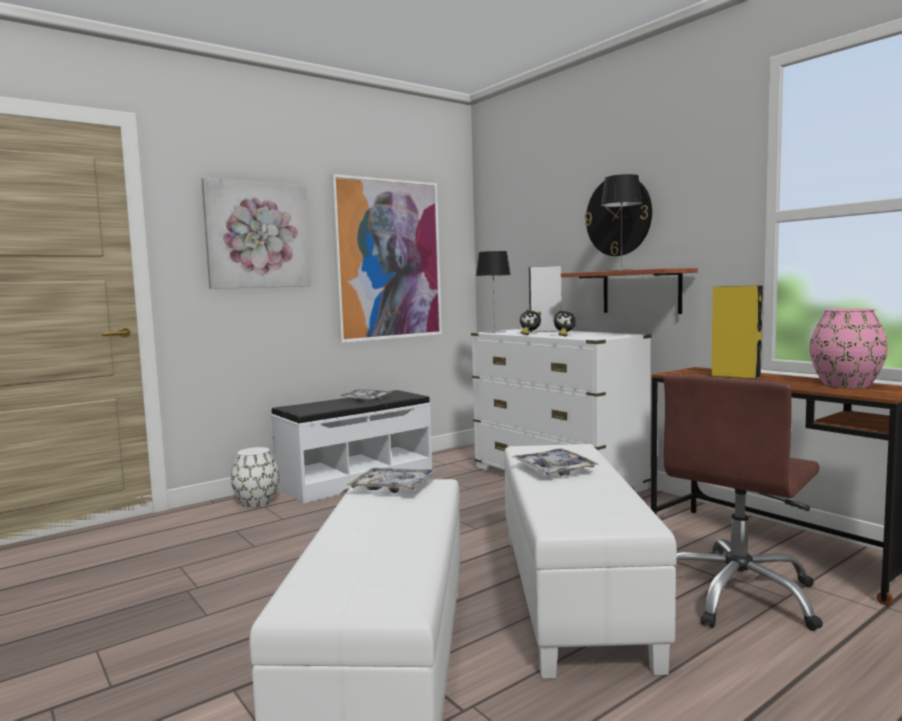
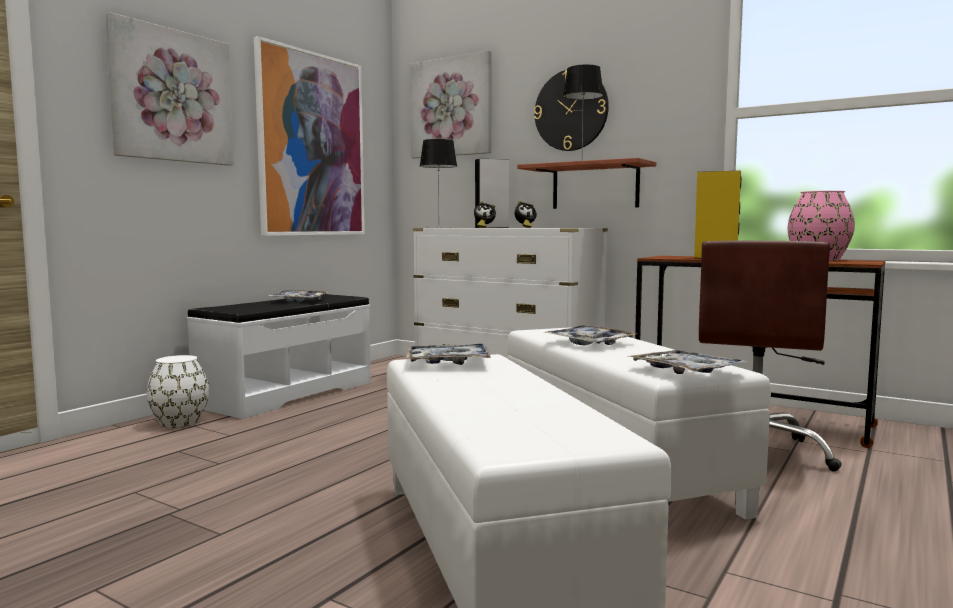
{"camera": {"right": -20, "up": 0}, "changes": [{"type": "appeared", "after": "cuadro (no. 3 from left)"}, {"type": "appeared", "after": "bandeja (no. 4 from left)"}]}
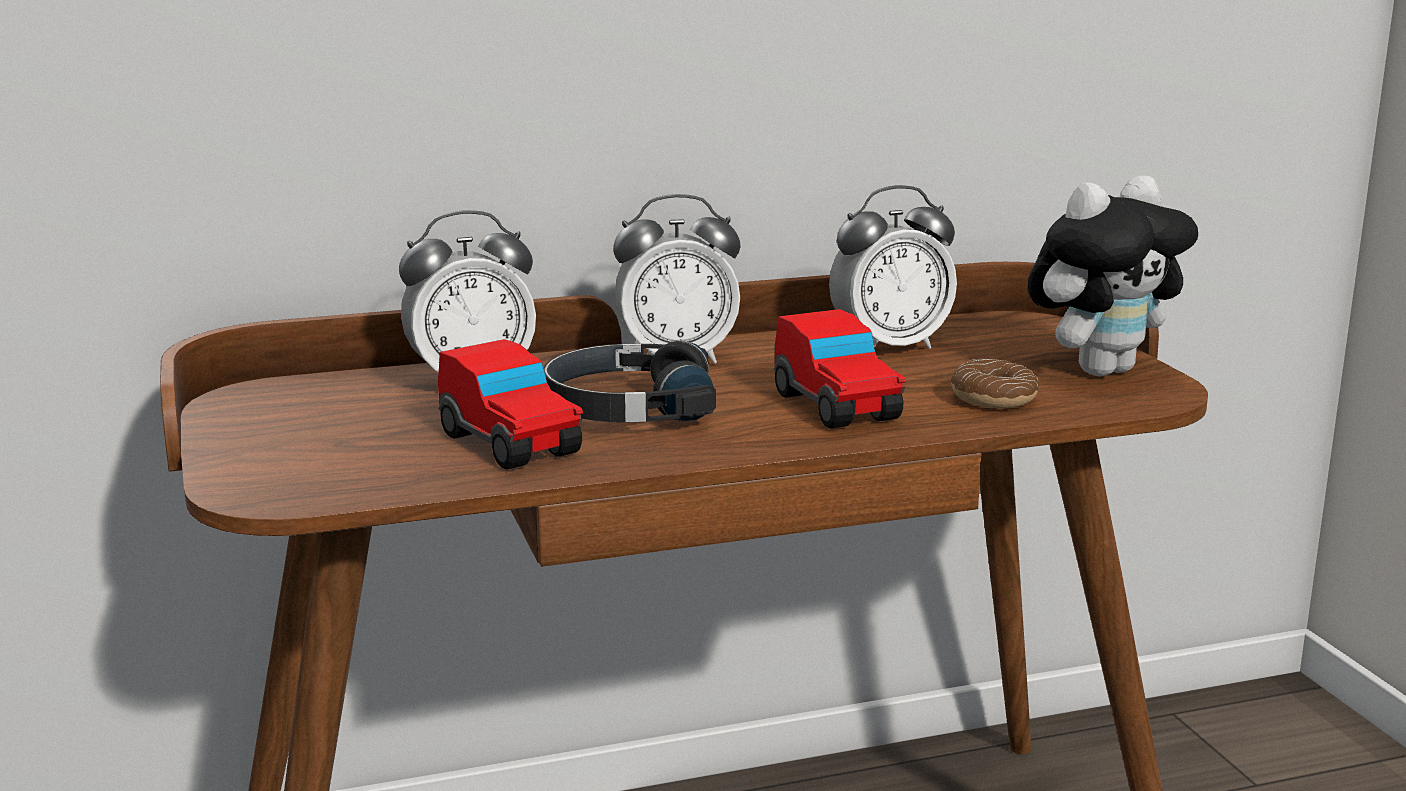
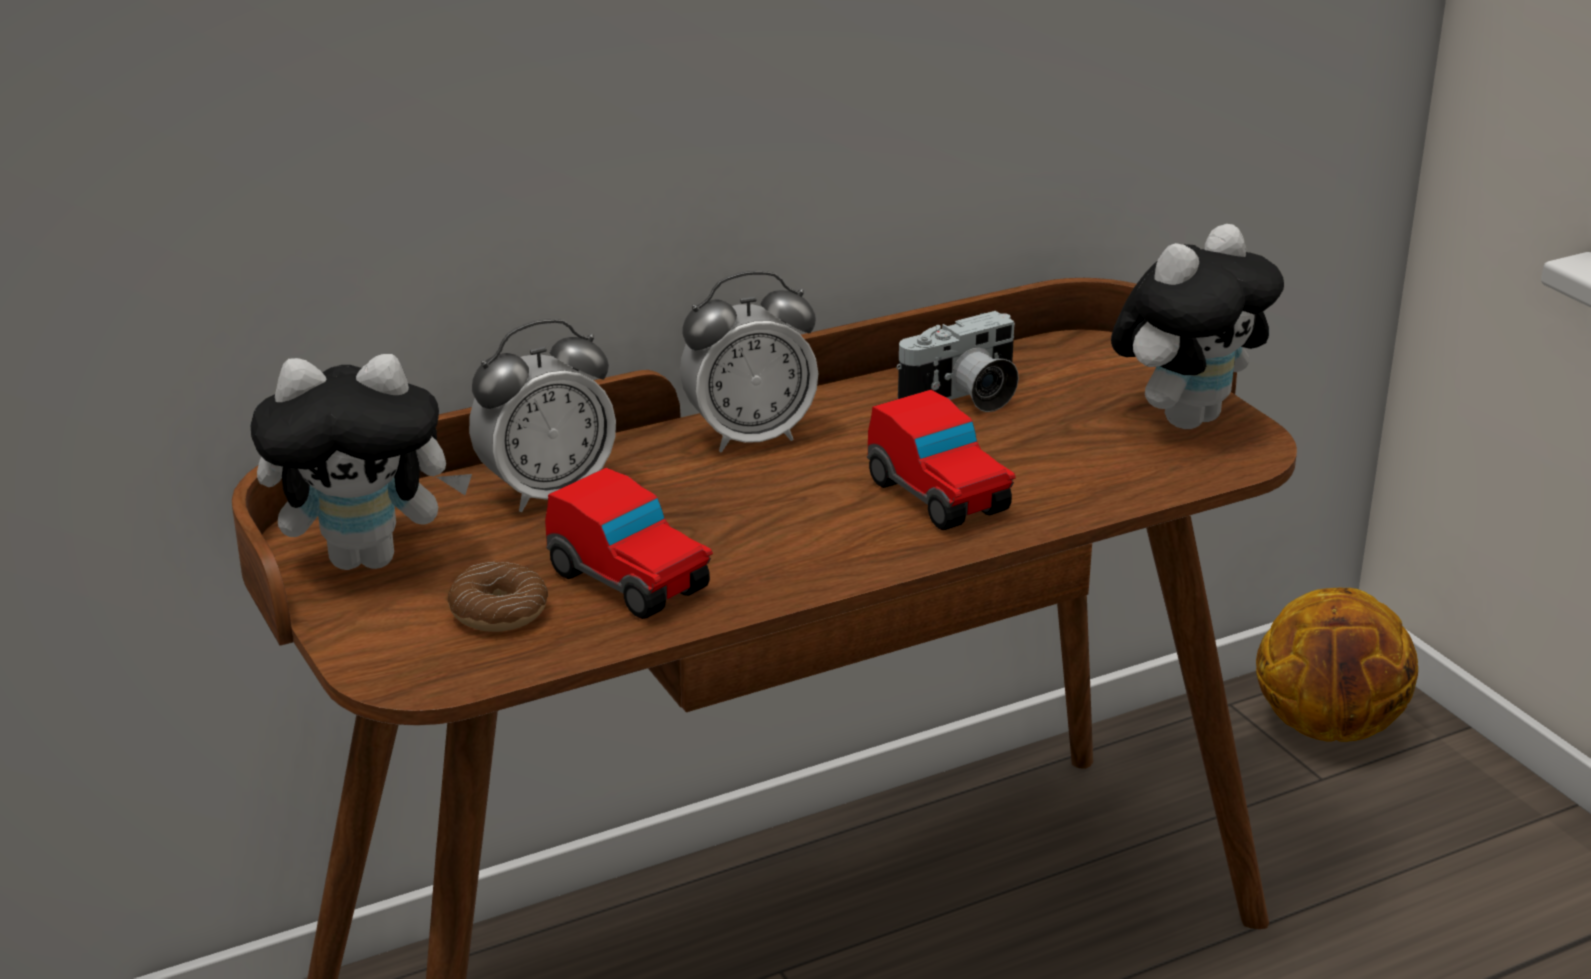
{"camera": {"right": -10, "up": 10}, "changes": [{"type": "exchanged", "before": "despertador (no. 3 from left)", "after": "cámara"}, {"type": "missing", "before": "auriculares/negro"}, {"type": "relocated", "before": "rosquilla"}, {"type": "appeared", "after": "peluche (no. 1 from left)"}, {"type": "appeared", "after": "balón de baloncesto"}]}
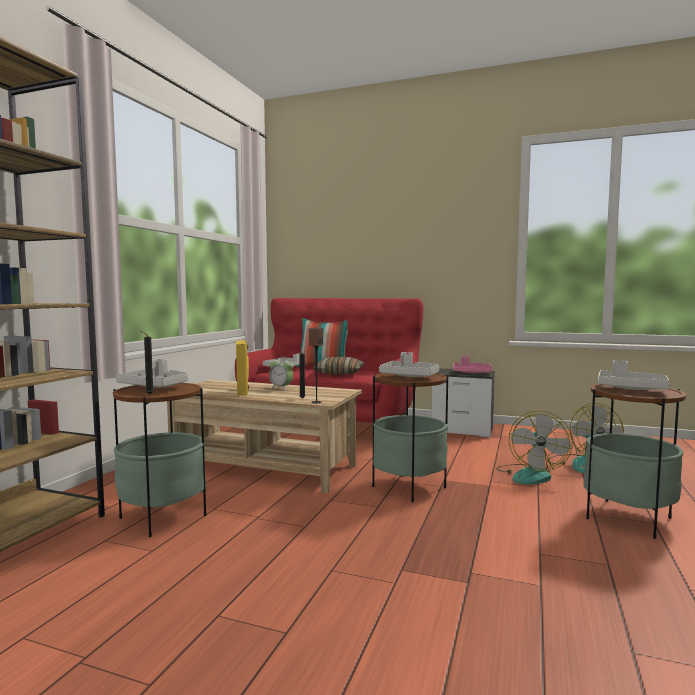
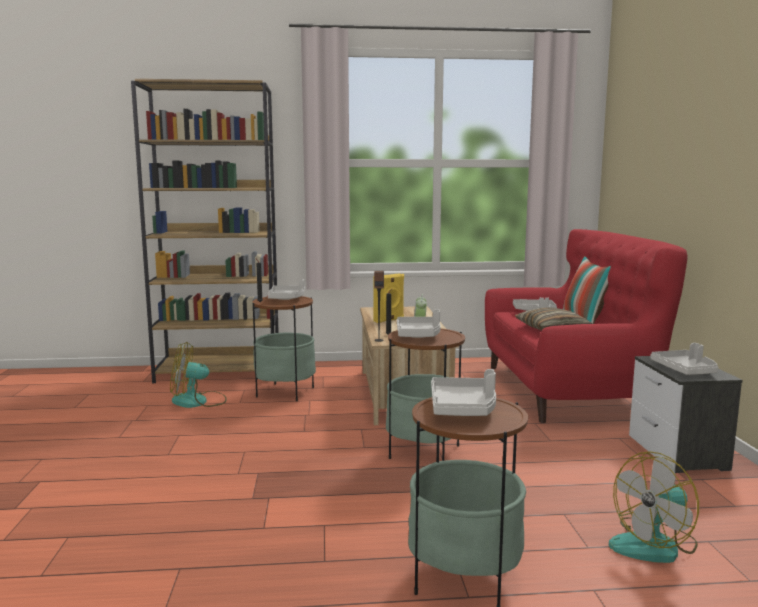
{"camera": {"right": 65, "up": 5}, "changes": [{"type": "colour", "before": "bandeja/rosa", "after": "bandeja/gris (no. 5 from left)"}, {"type": "relocated", "before": "ventilador (no. 1 from left)"}]}
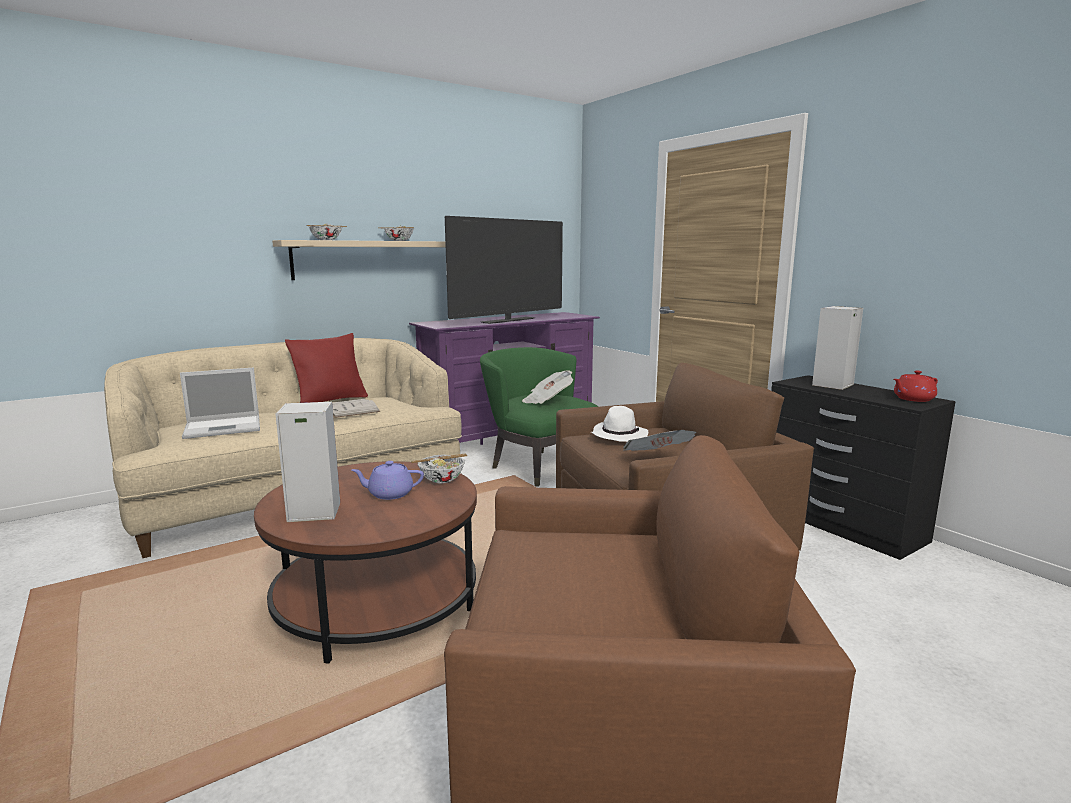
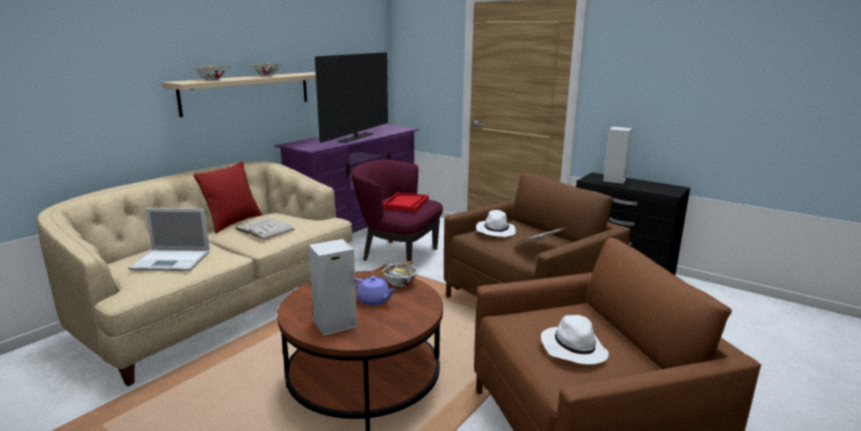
{"camera": {"right": -20, "up": 5}, "changes": [{"type": "colour", "before": "sillón/verde", "after": "sillón/morado"}, {"type": "spun", "before": "portátil", "turn": 45}, {"type": "exchanged", "before": "periódico (no. 1 from left)", "after": "bandeja/rojo"}, {"type": "missing", "before": "tetera/rojo"}, {"type": "spun", "before": "tetera/morado", "turn": -120}, {"type": "appeared", "after": "sombrero/blanco (no. 2 from left)"}]}
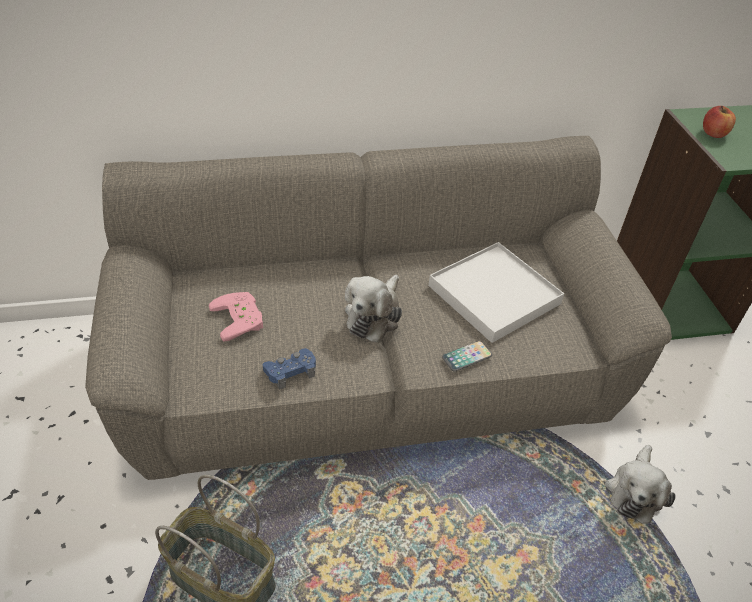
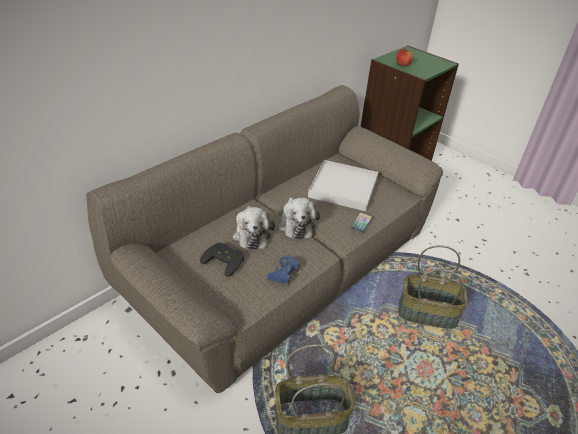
{"camera": {"right": -35, "up": -5}, "changes": [{"type": "colour", "before": "mando de consola/rosa", "after": "mando de consola/negro"}, {"type": "relocated", "before": "peluche (no. 2 from left in the first image)", "after": "peluche (no. 1 from left)"}, {"type": "appeared", "after": "cesta (no. 2 from left)"}]}
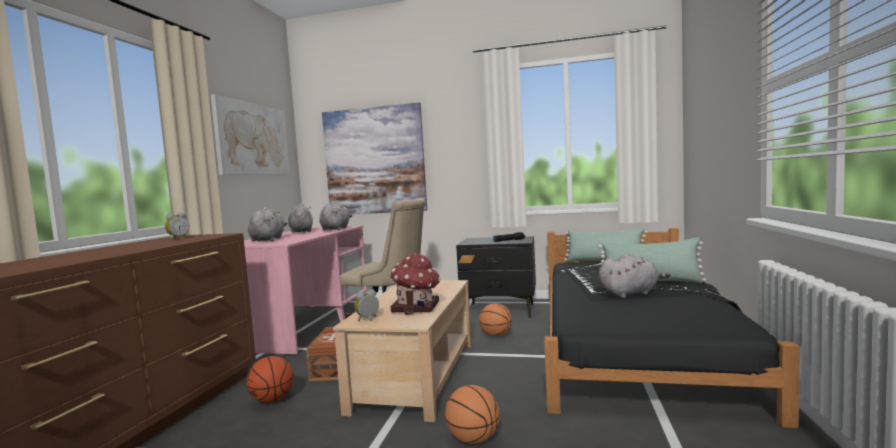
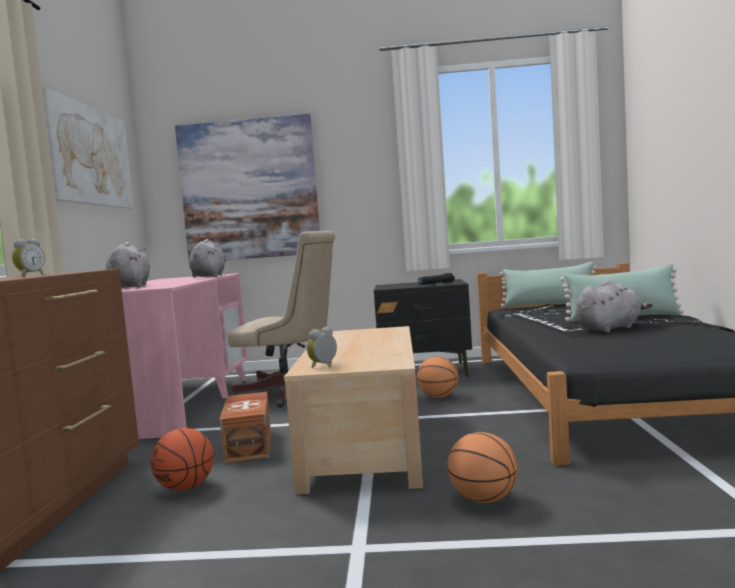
{"camera": {"right": -10, "up": 0}, "changes": [{"type": "missing", "before": "peluche/gris (no. 2 from left)"}, {"type": "missing", "before": "casita"}]}
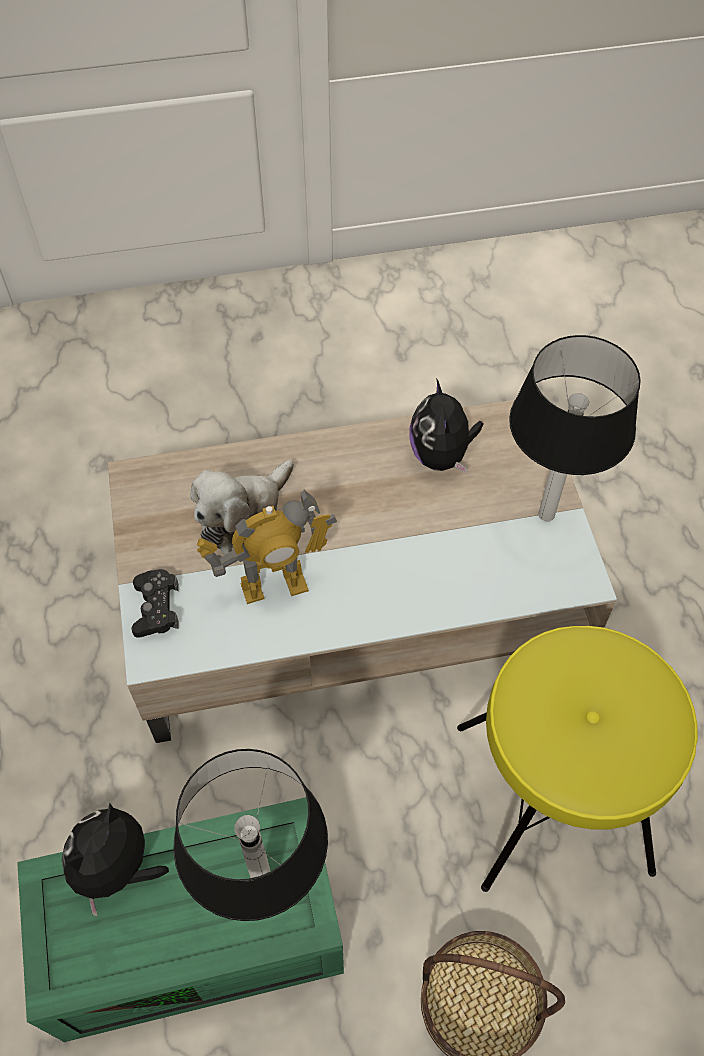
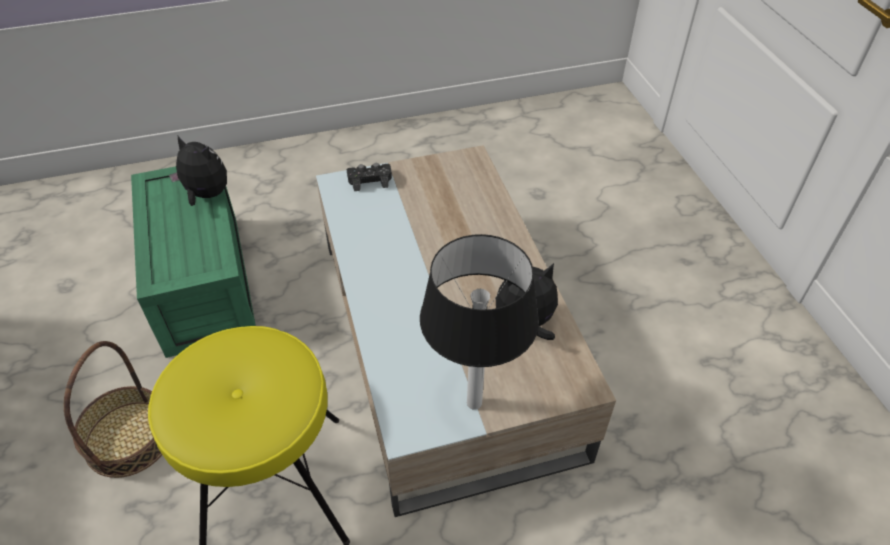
{"camera": {"right": 85, "up": -10}, "changes": [{"type": "missing", "before": "peluche (no. 2 from left)"}, {"type": "missing", "before": "robot de juguete"}, {"type": "missing", "before": "lámpara de mesa (no. 1 from left)"}]}
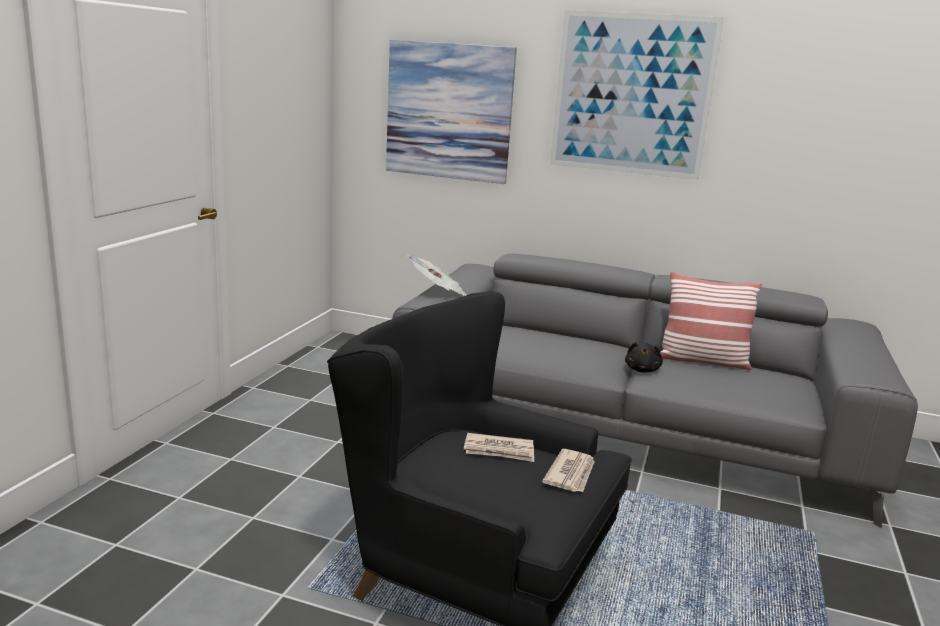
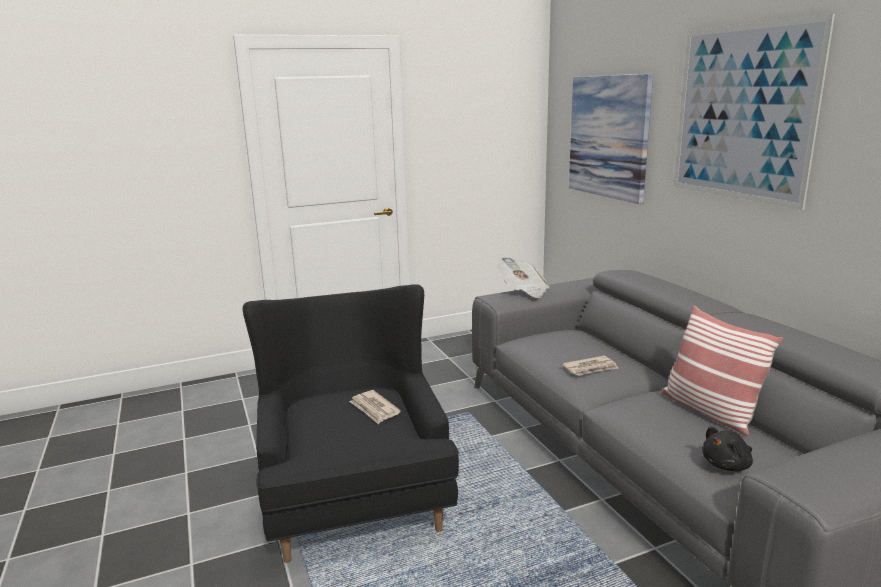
{"camera": {"right": 50, "up": 0}, "changes": [{"type": "relocated", "before": "peluche/negro"}, {"type": "relocated", "before": "periódico (no. 3 from left)"}]}
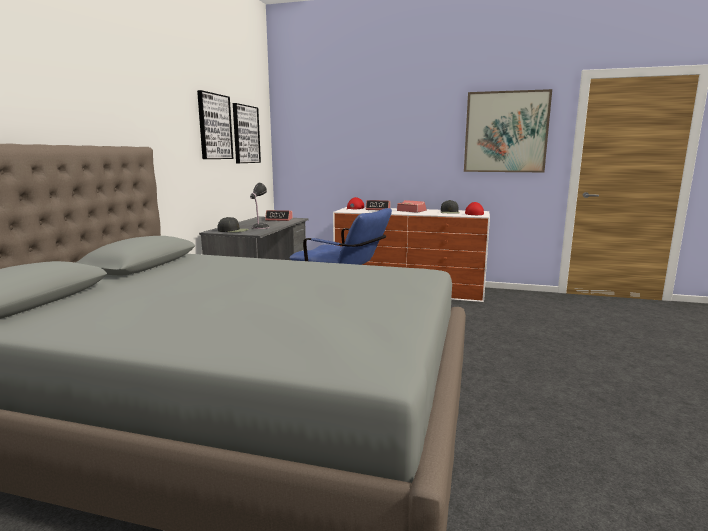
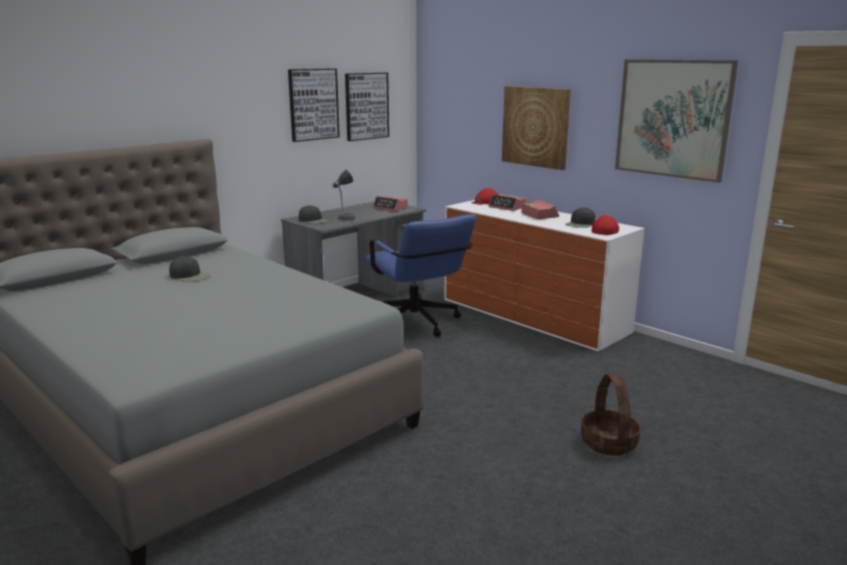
{"camera": {"right": 30, "up": 5}, "changes": [{"type": "appeared", "after": "cuadro (no. 3 from left)"}, {"type": "appeared", "after": "gorra/negro (no. 1 from left)"}, {"type": "appeared", "after": "cesta"}]}
